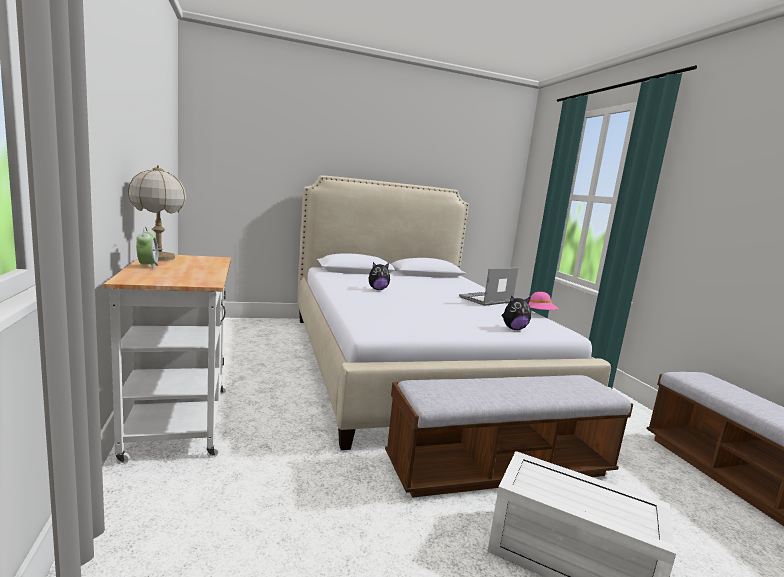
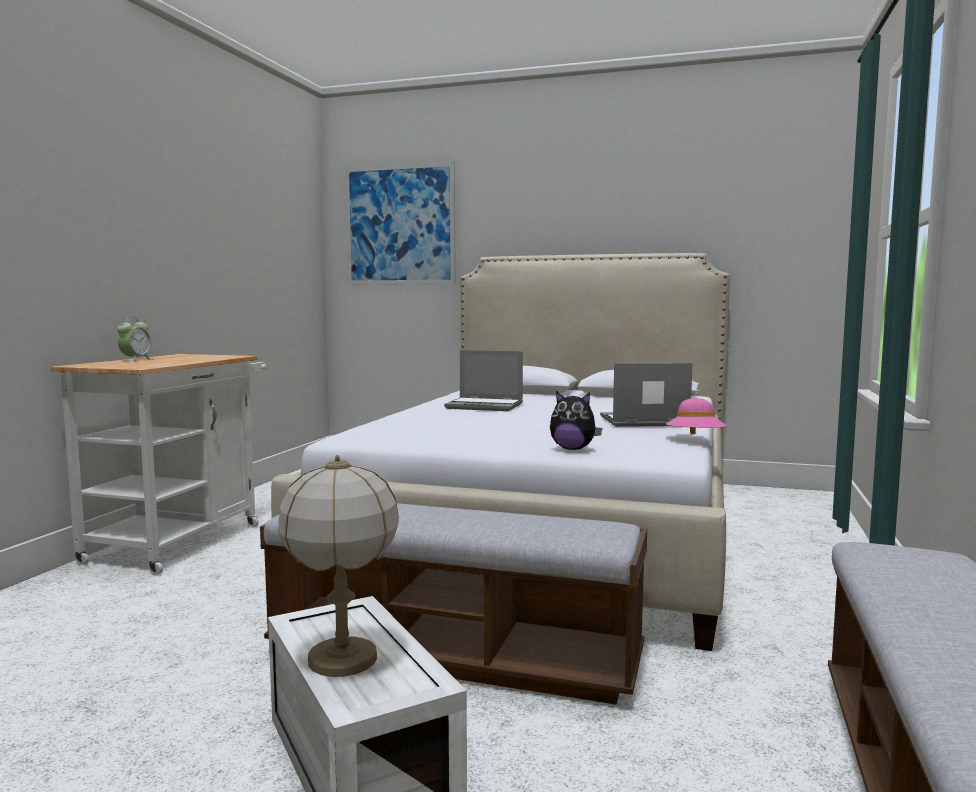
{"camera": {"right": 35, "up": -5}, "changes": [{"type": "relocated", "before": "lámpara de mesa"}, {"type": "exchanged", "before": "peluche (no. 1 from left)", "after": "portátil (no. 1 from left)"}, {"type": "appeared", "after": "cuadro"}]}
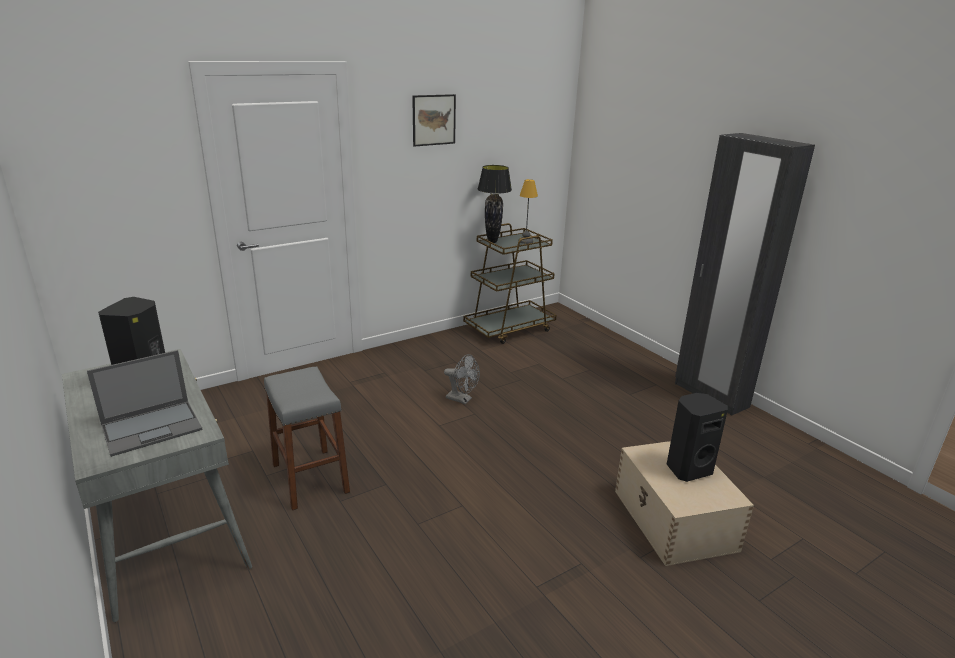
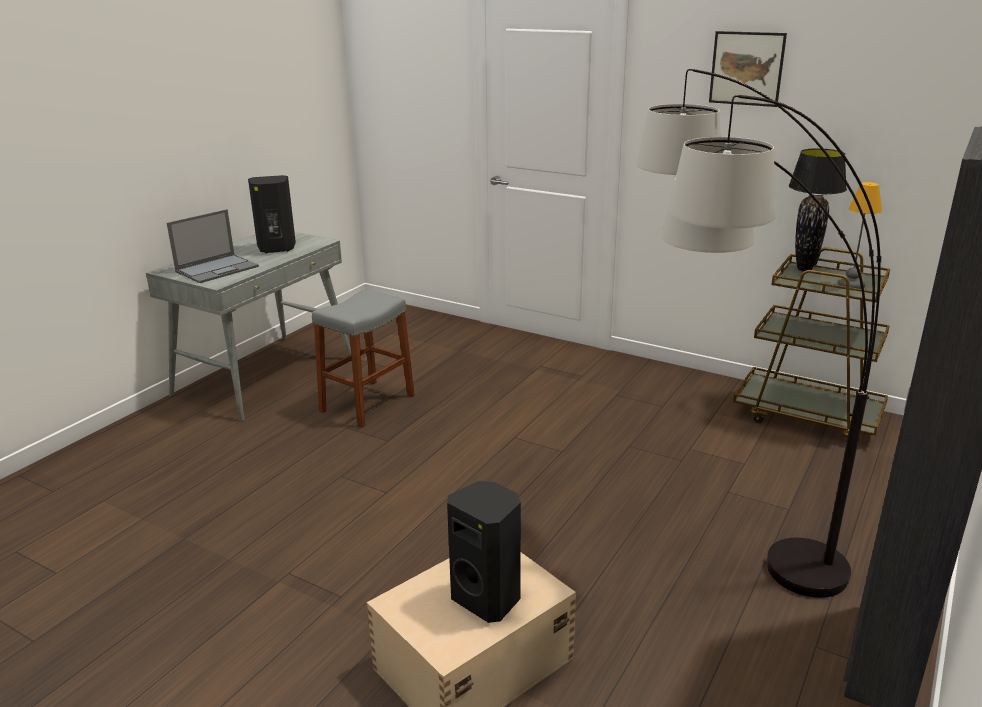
{"camera": {"right": 65, "up": 0}, "changes": [{"type": "spun", "before": "portátil", "turn": -75}, {"type": "missing", "before": "ventilador/gris"}, {"type": "appeared", "after": "lámpara de pie"}]}
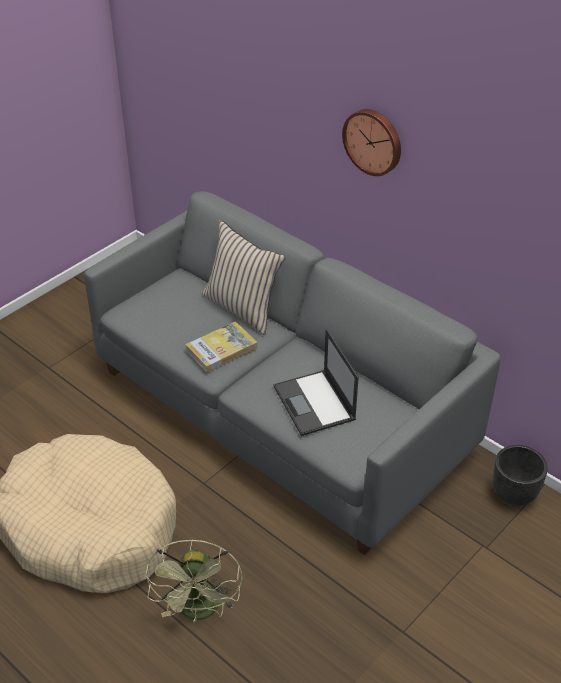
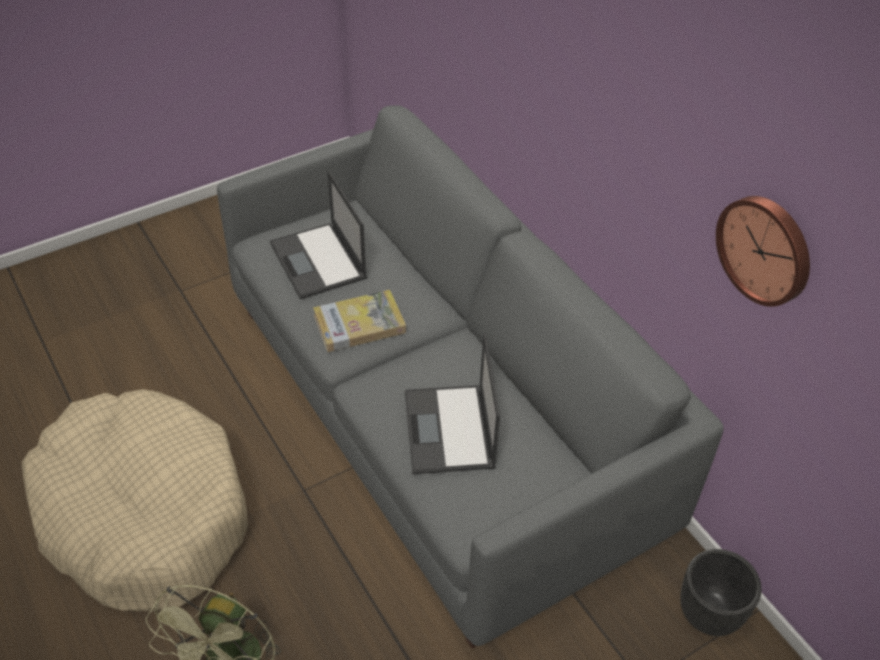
{"camera": {"right": 15, "up": 5}, "changes": [{"type": "relocated", "before": "reloj de pared"}, {"type": "missing", "before": "cojín/beis"}, {"type": "appeared", "after": "portátil (no. 1 from left)"}]}
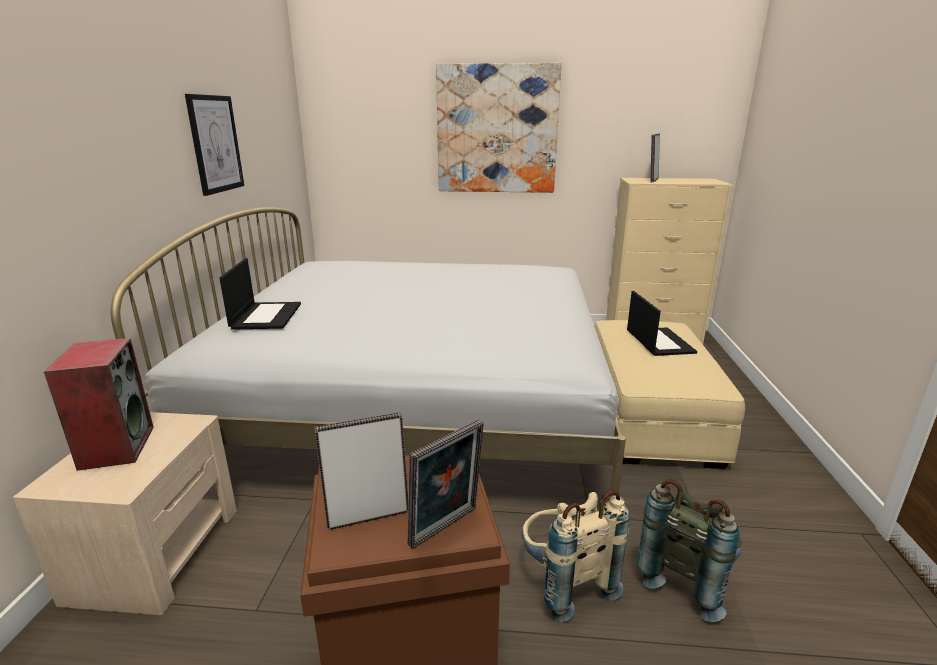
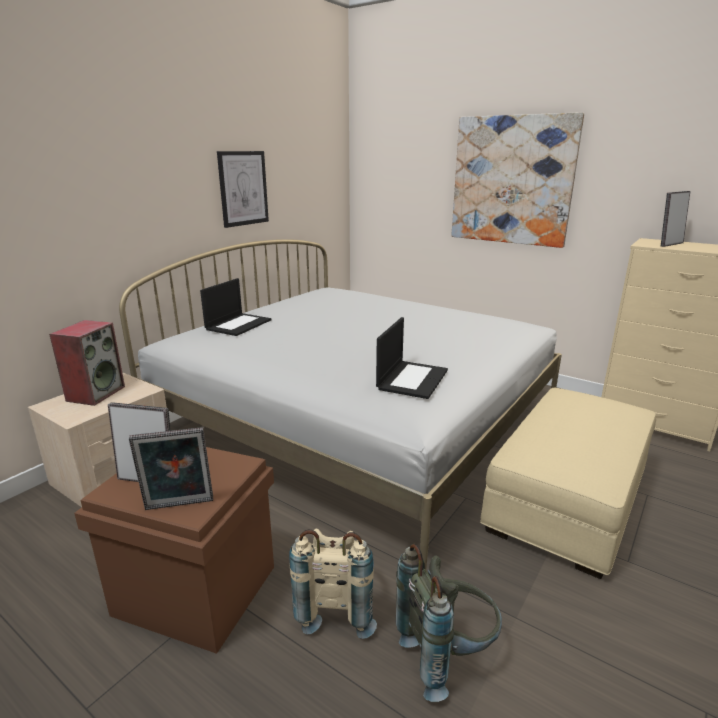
{"camera": {"right": 30, "up": 0}, "changes": [{"type": "relocated", "before": "portátil (no. 2 from left)"}]}
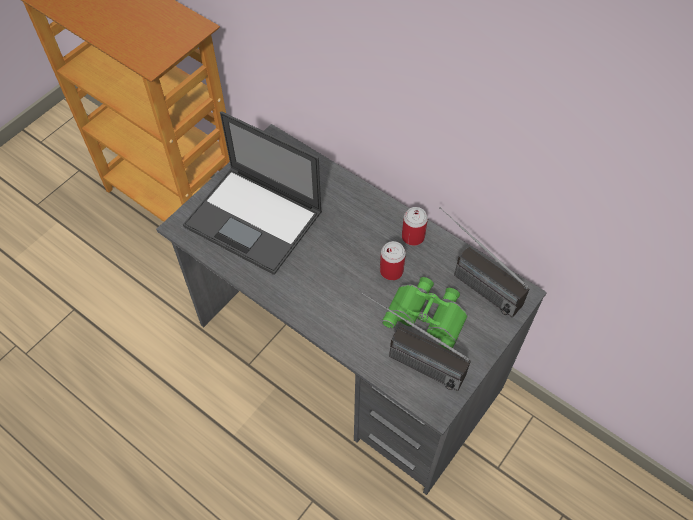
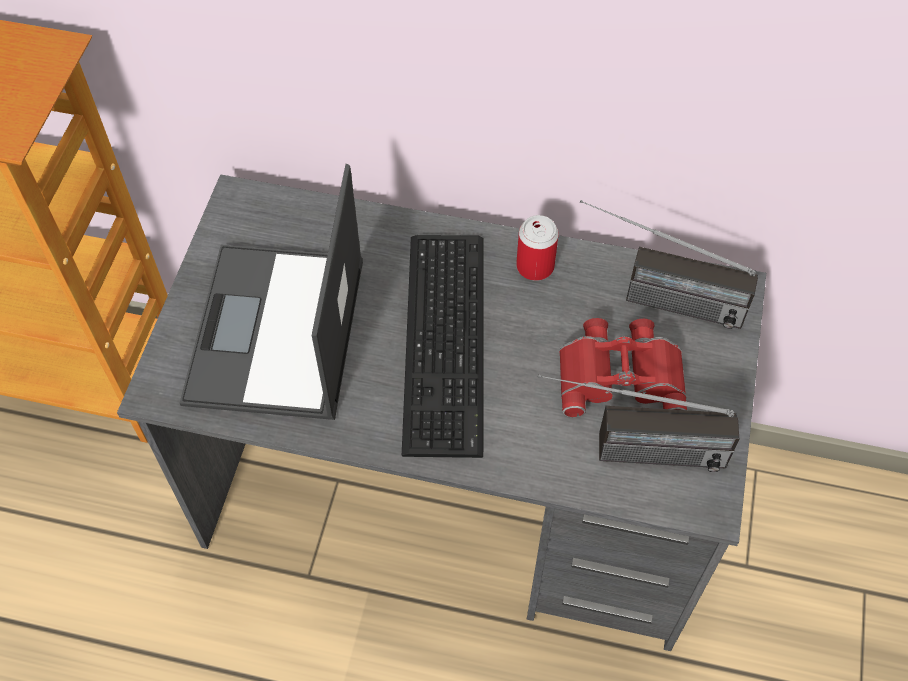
{"camera": {"right": -25, "up": 0}, "changes": [{"type": "spun", "before": "portátil", "turn": 90}, {"type": "missing", "before": "lata (no. 1 from left)"}, {"type": "colour", "before": "prismáticos/verde", "after": "prismáticos/rojo"}, {"type": "appeared", "after": "teclado"}]}
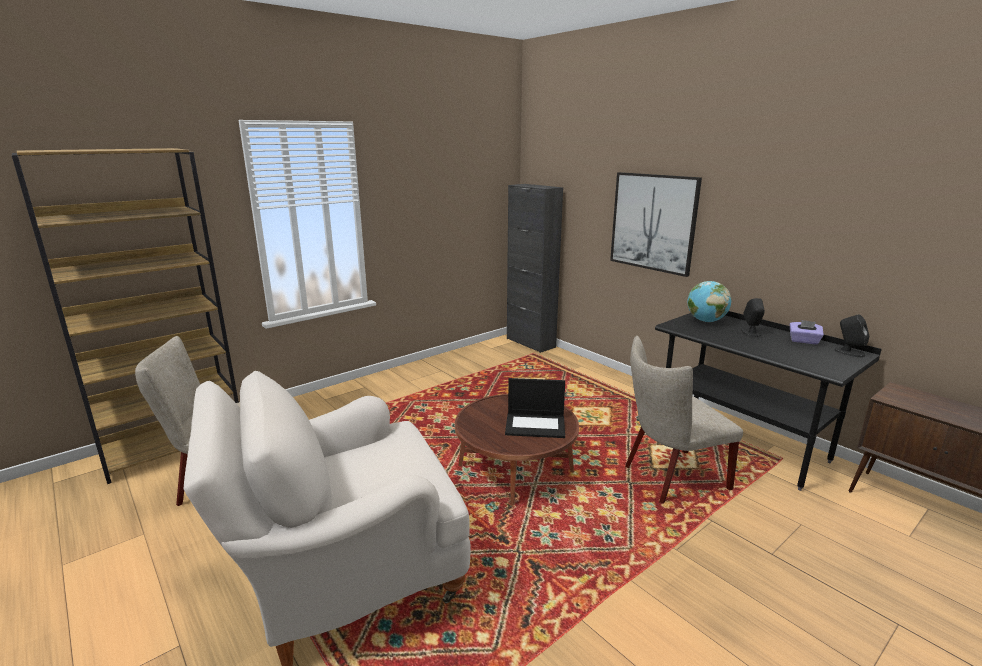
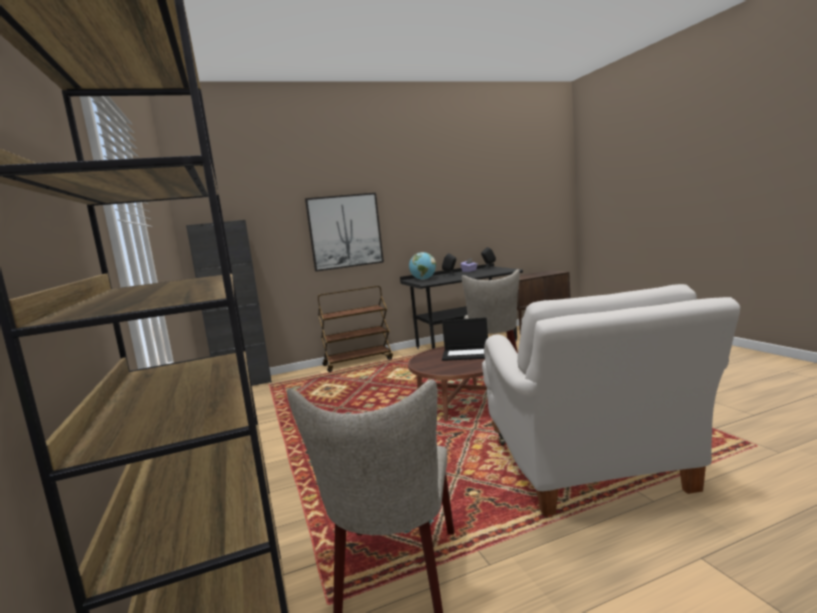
{"camera": {"right": -70, "up": -10}, "changes": [{"type": "spun", "before": "portátil", "turn": 75}, {"type": "appeared", "after": "carrito/marrón"}]}
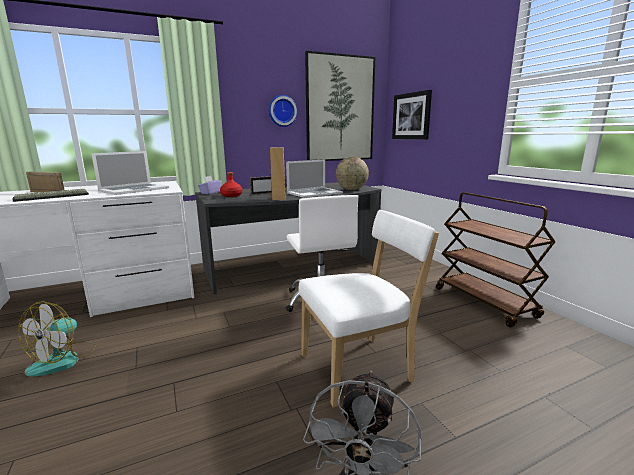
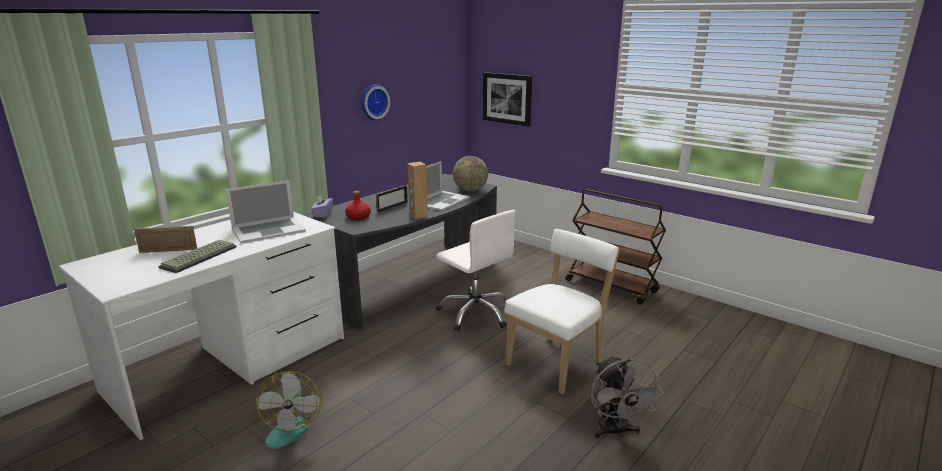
{"camera": {"right": -25, "up": 5}, "changes": [{"type": "missing", "before": "cuadro (no. 1 from left)"}, {"type": "spun", "before": "portátil (no. 1 from left)", "turn": 45}]}
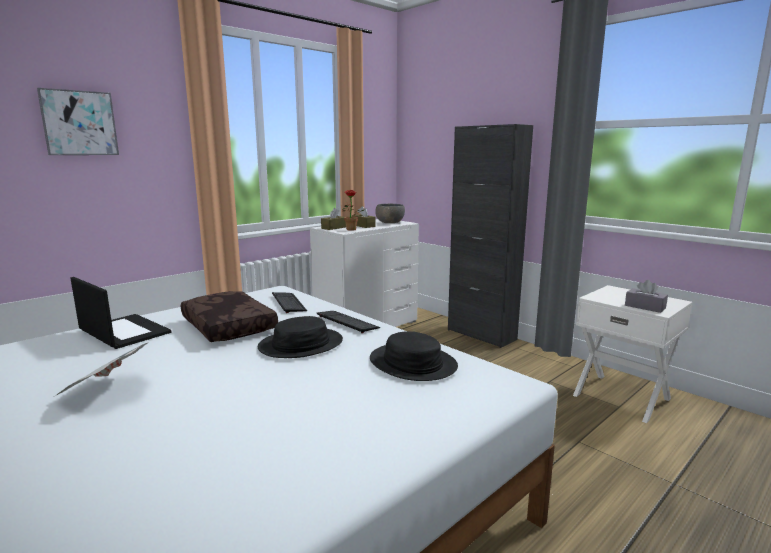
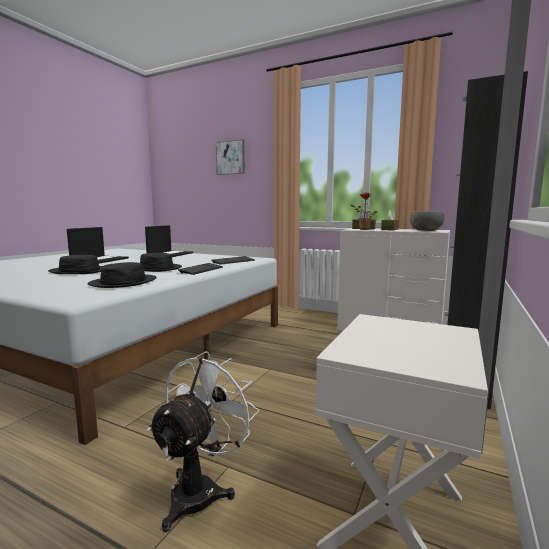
{"camera": {"right": 70, "up": -5}, "changes": [{"type": "missing", "before": "caja de pañuelos/gris"}, {"type": "missing", "before": "cojín/marrón"}, {"type": "exchanged", "before": "periódico", "after": "portátil (no. 1 from left)"}, {"type": "appeared", "after": "sombrero/negro (no. 1 from left)"}, {"type": "appeared", "after": "ventilador/blanco"}]}
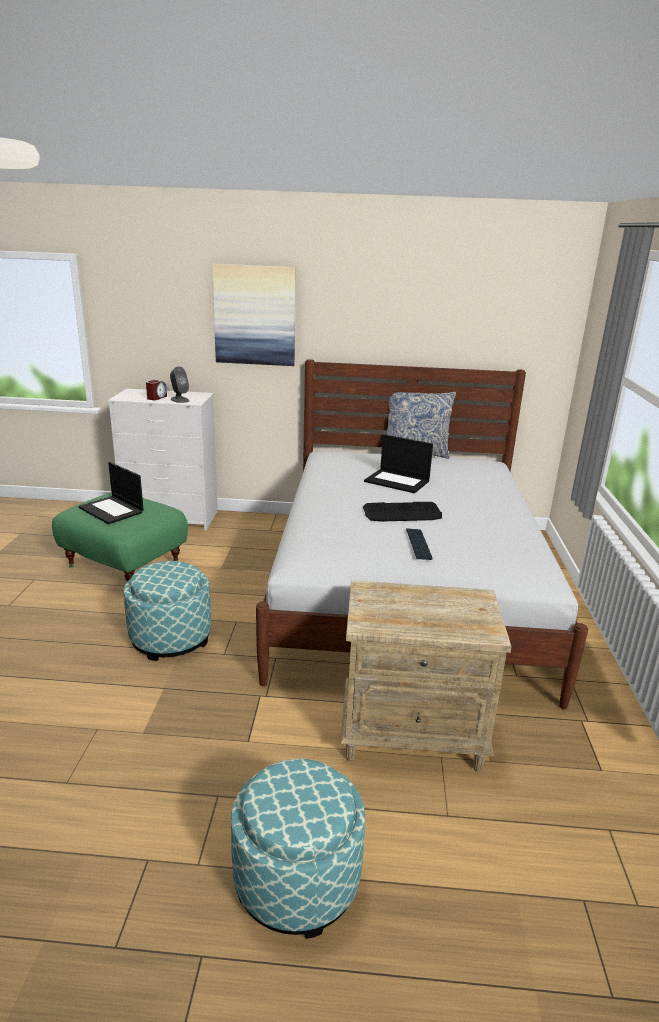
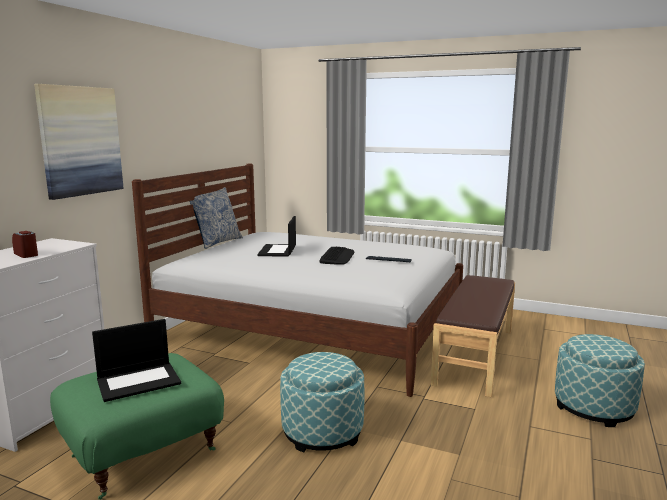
{"camera": {"right": -70, "up": -10}, "changes": [{"type": "missing", "before": "altavoz/gris"}, {"type": "spun", "before": "portátil (no. 2 from left)", "turn": 135}, {"type": "exchanged", "before": "mesita de noche/beis", "after": "banco/marrón"}]}
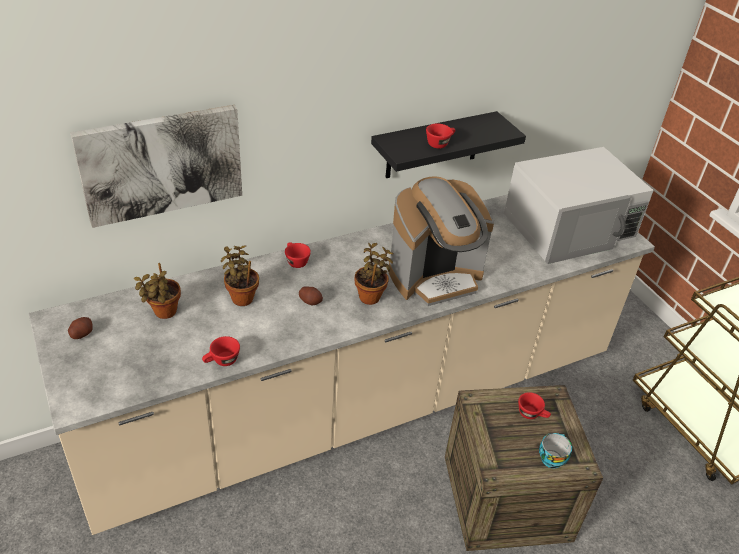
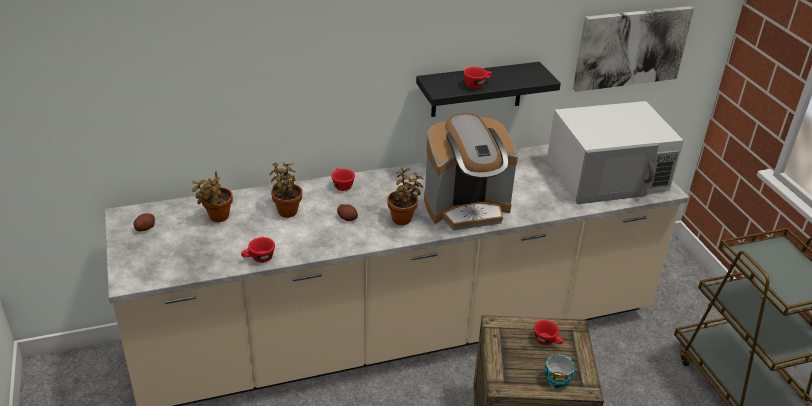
{"camera": {"right": 10, "up": -5}, "changes": [{"type": "relocated", "before": "cuadro"}]}
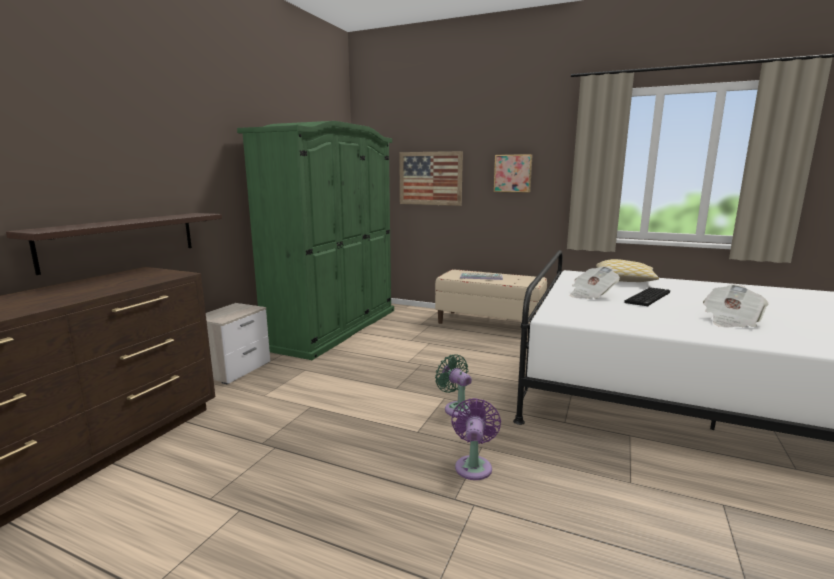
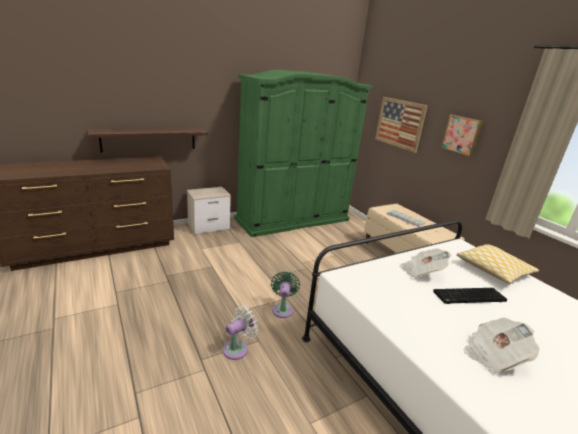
{"camera": {"right": 35, "up": 10}, "changes": [{"type": "colour", "before": "ventilador/morado", "after": "ventilador/blanco"}]}
